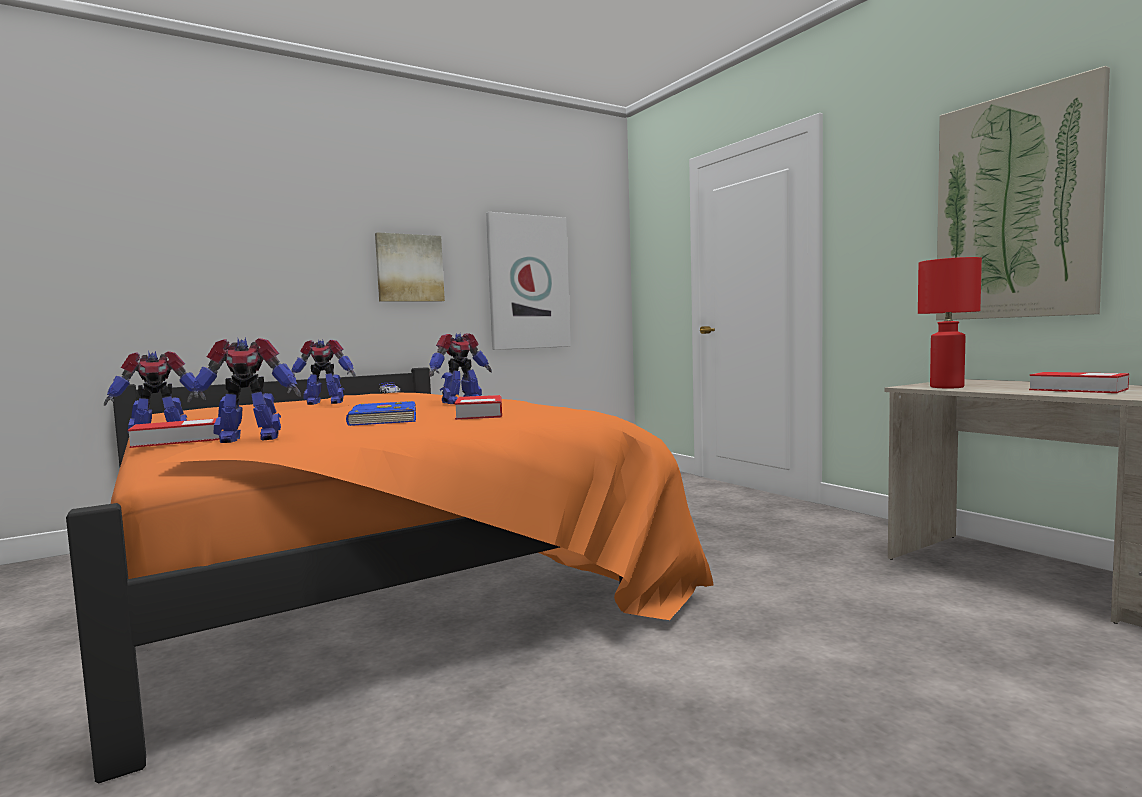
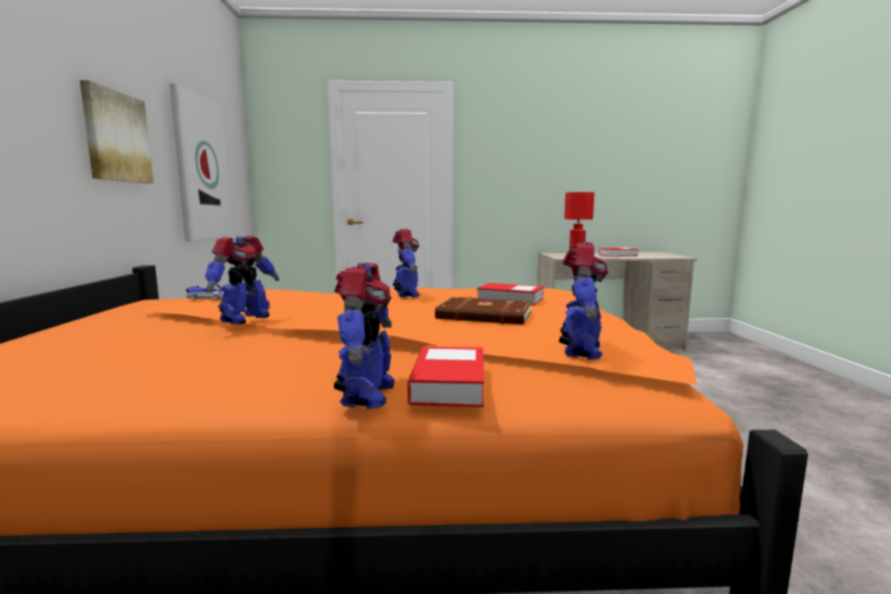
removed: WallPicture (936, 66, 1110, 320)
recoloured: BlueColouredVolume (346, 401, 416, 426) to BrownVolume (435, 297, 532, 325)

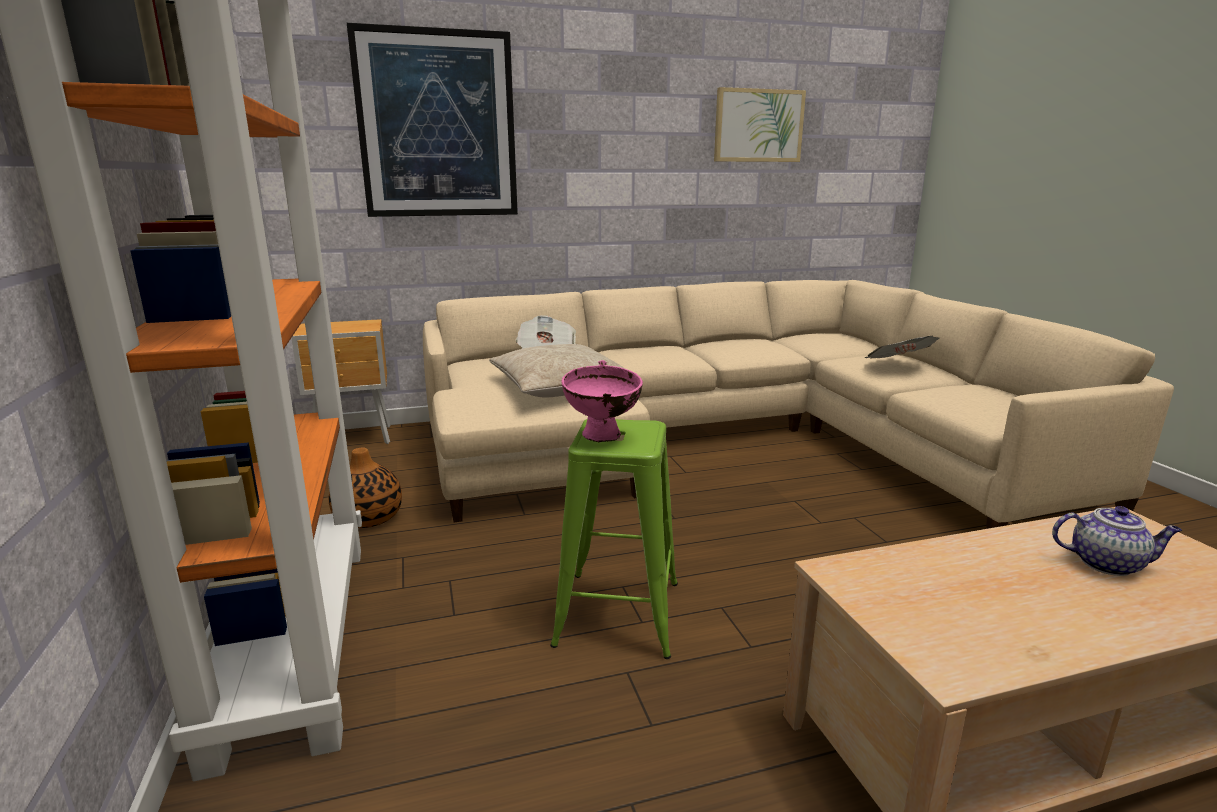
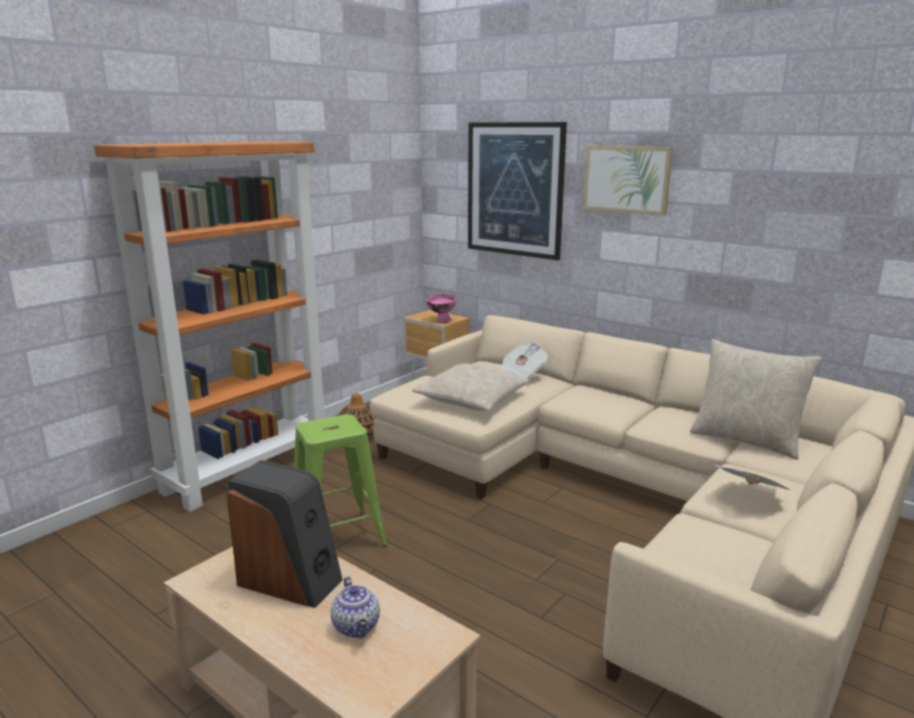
added: SandColouredThrowPillow (690, 339, 822, 460); AudioSpeaker (226, 460, 343, 608)
moved: WallPicture (714, 87, 806, 162) to (583, 146, 673, 215); PinkColouredServingBowl (562, 360, 643, 442) to (426, 293, 457, 323)

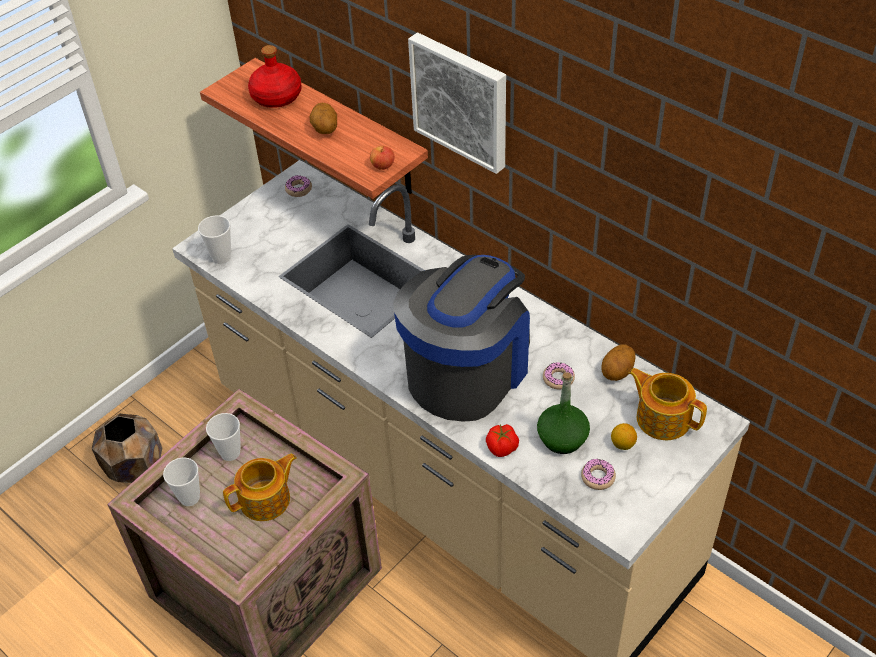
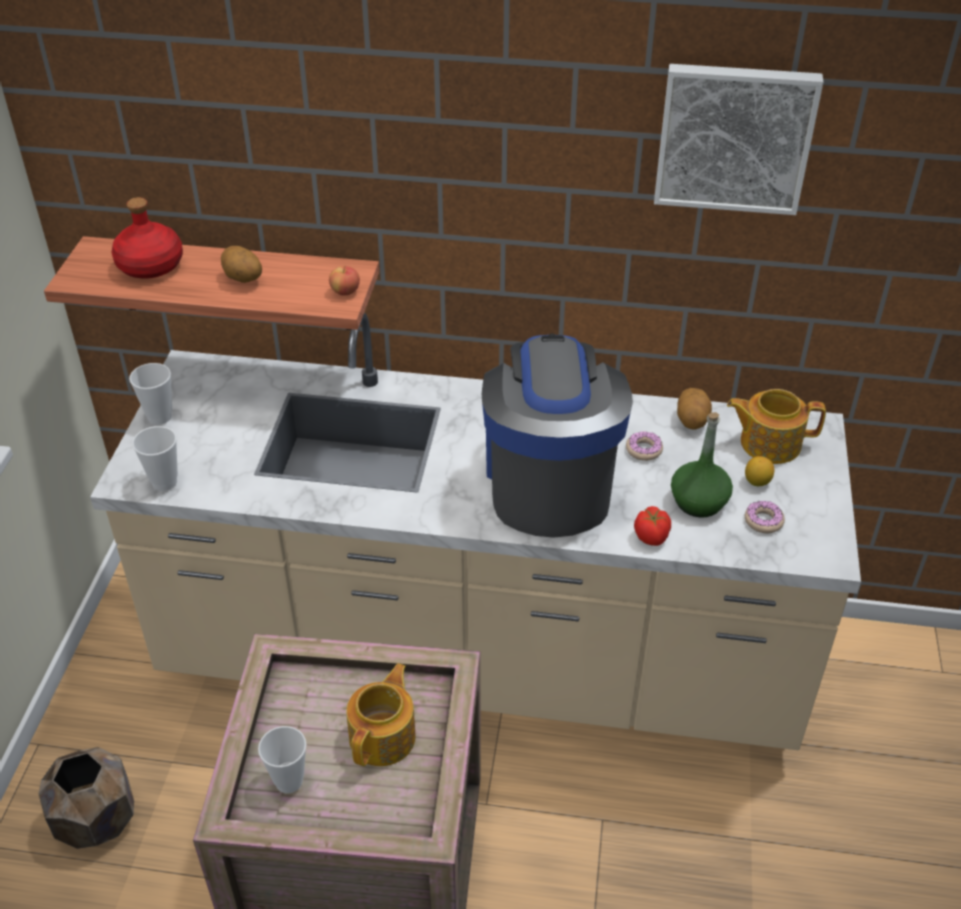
removed: RingDoughnut (285, 175, 312, 197)
moved: WallPicture (408, 32, 506, 174) to (654, 64, 823, 215); SmallCup (206, 413, 241, 461) to (129, 363, 172, 425)

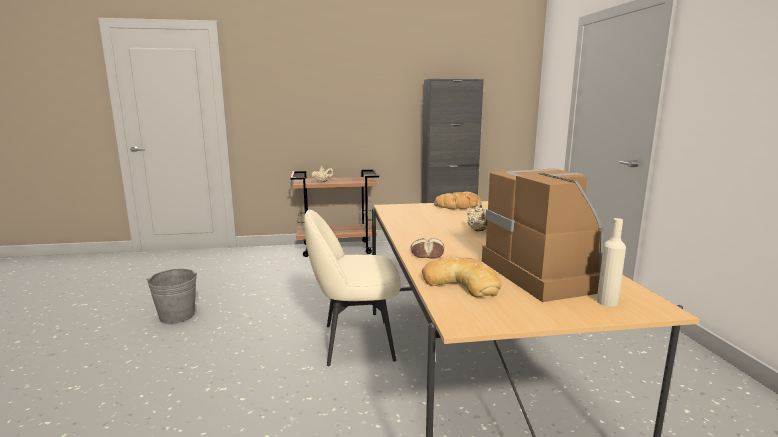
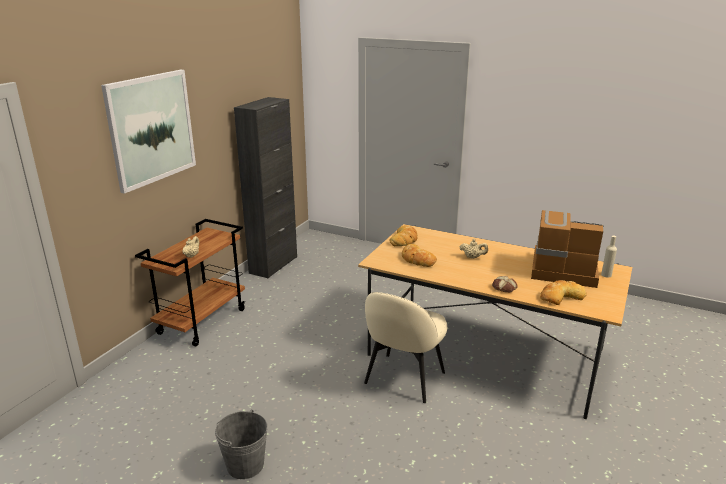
added: WallPicture (101, 70, 196, 194); BakedBread (402, 244, 437, 267)

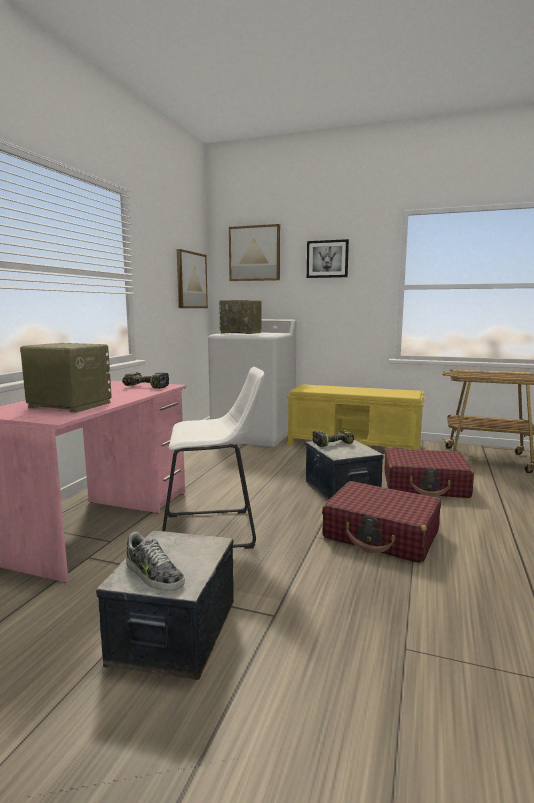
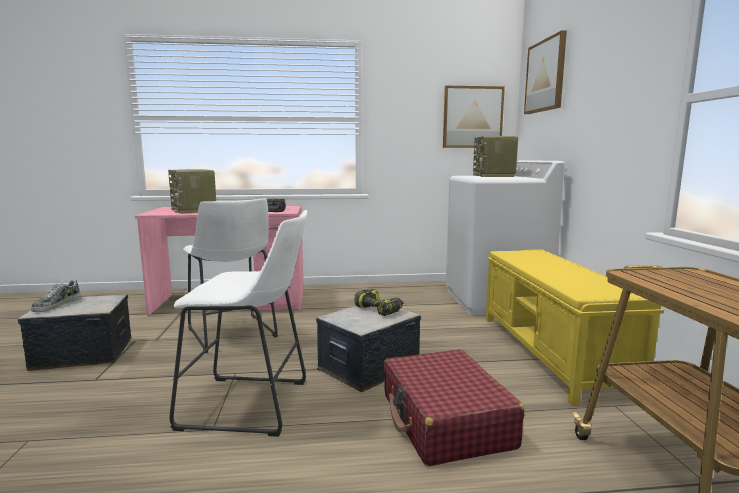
removed: WallPicture (307, 239, 349, 278)
replaced: RedColouredPieceOfLuggage (322, 481, 441, 563) to WhiteStool (170, 210, 307, 437)
turned: RadioSet (20, 343, 112, 412) = (168, 169, 216, 214) 150 degrees clockwise

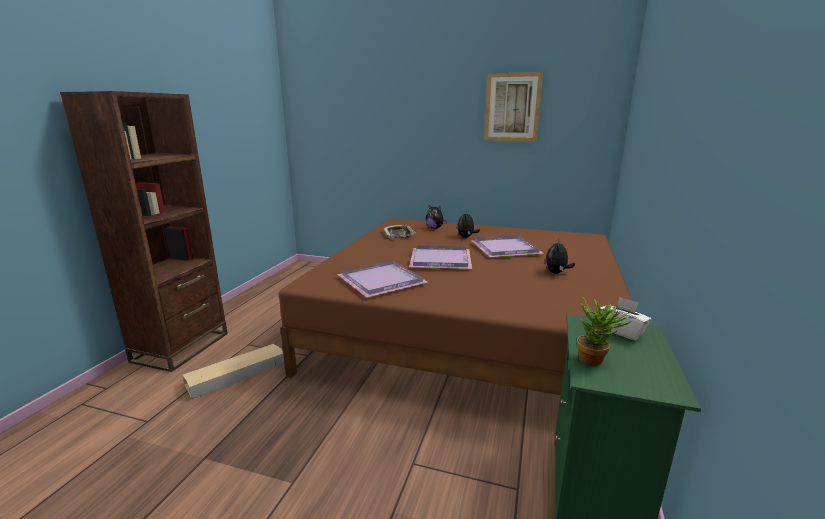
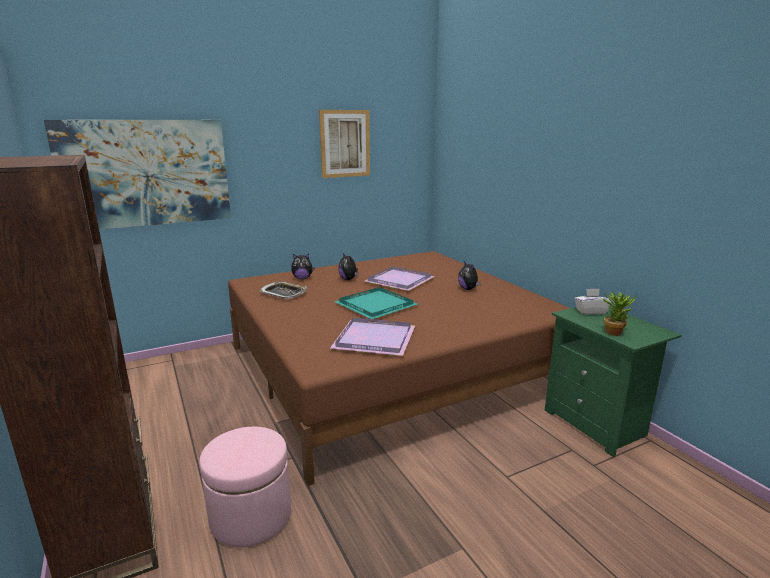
added: WallPicture (44, 120, 231, 230)
replaced: SandColouredStorageBin (182, 344, 284, 399) to PinkColouredFootrest (199, 427, 291, 547)
recoloured: PurplishCarryingTray (409, 245, 472, 270) to TurquoiseColouredCarryingTray (335, 287, 418, 319)

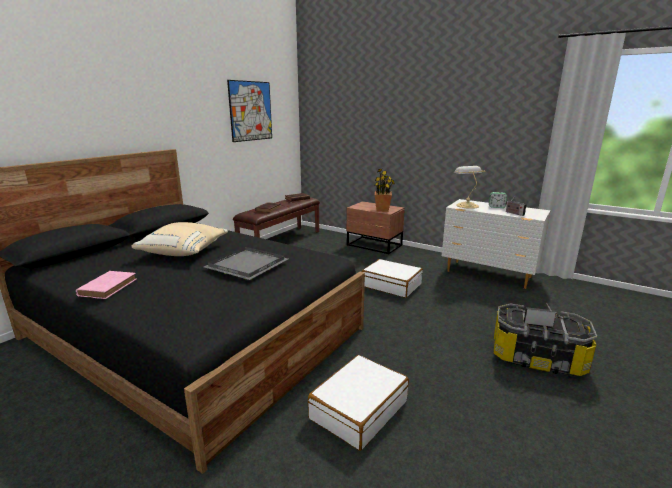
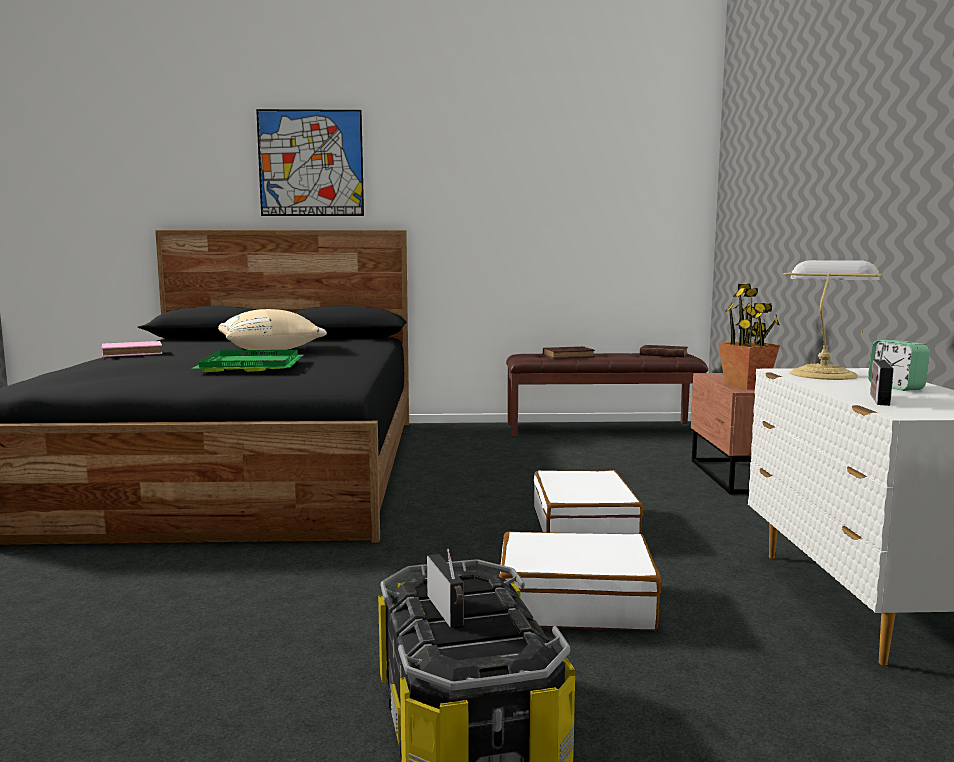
moved: WallPicture (227, 80, 272, 142) to (256, 109, 364, 216); WhitePieceOfLuggage (308, 355, 409, 451) to (500, 531, 661, 631)
recoloured: GrayCarryingTray (204, 247, 288, 280) to GreenishCarryingTray (191, 350, 303, 372)

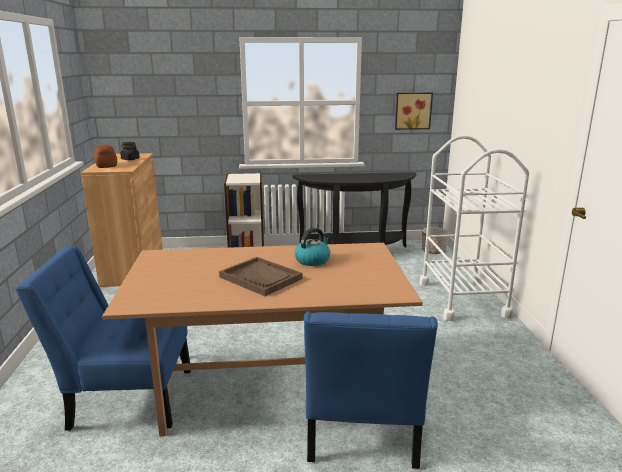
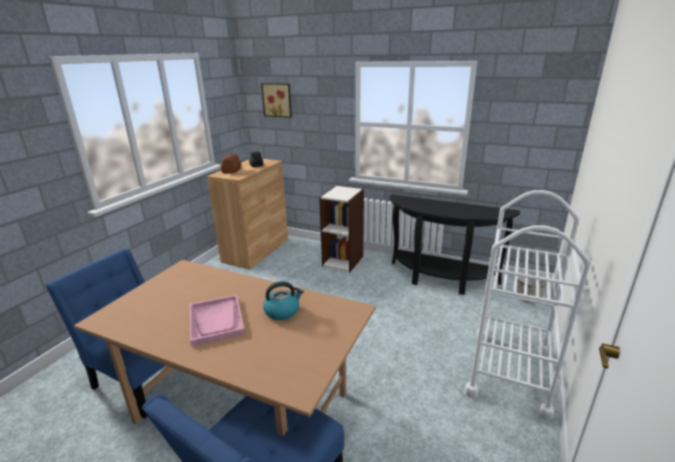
moved: WallPicture (395, 93, 433, 130) to (261, 83, 292, 118)
recoloured: BrownCarryingTray (219, 257, 302, 296) to PinkColouredCarryingTray (189, 295, 245, 346)

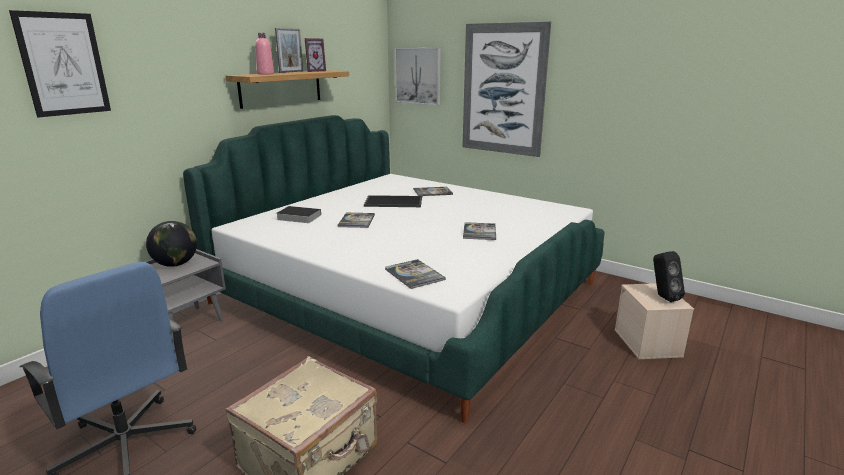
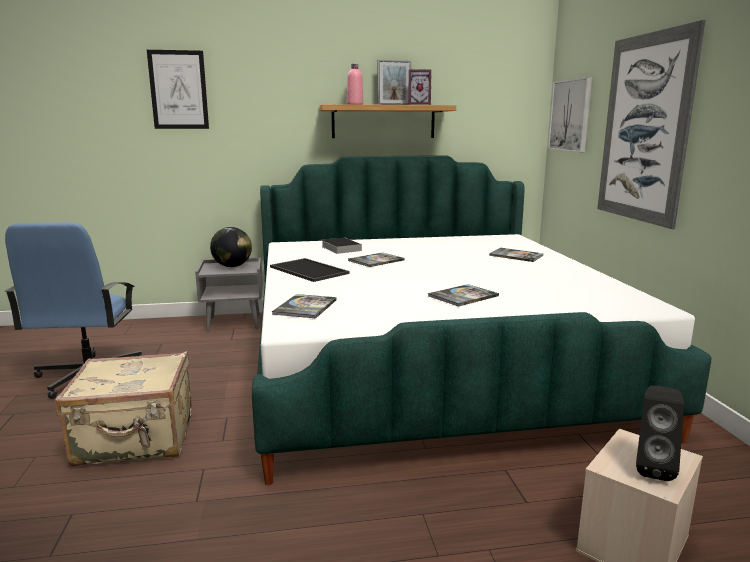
moved: CarryingTray (364, 195, 422, 207) to (270, 258, 350, 282)

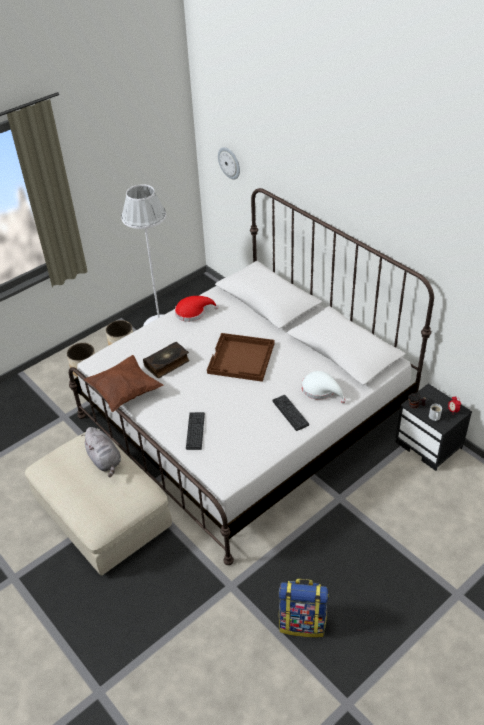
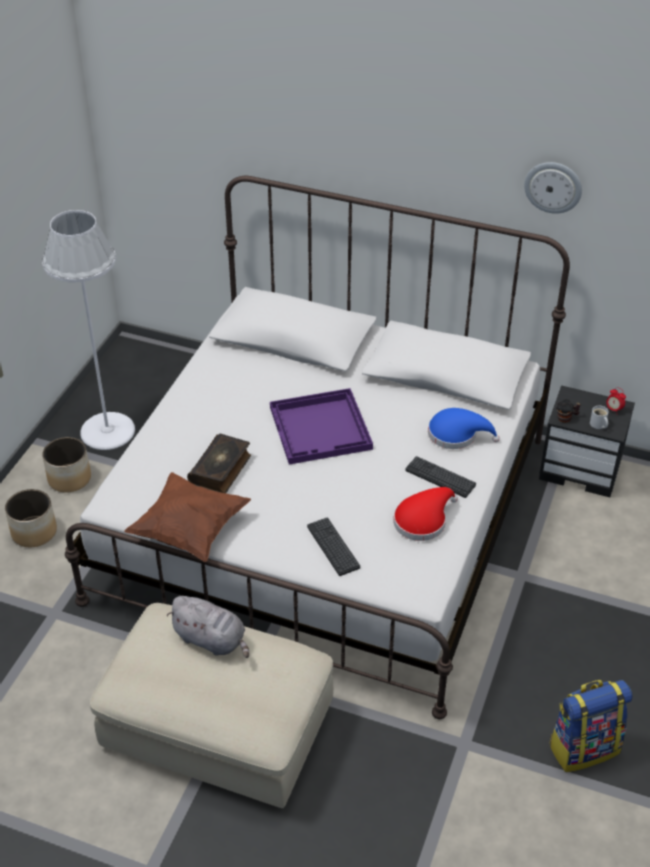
moved: ClockOnTheWall (218, 147, 240, 179) to (524, 162, 582, 214); RedColouredClothingHat (175, 296, 219, 322) to (393, 487, 458, 541)
recoloured: BrownCarryingTray (207, 333, 274, 382) to PurplishCarryingTray (270, 388, 373, 465); WhiteClothingHat (302, 371, 346, 403) to BlueColouredClothingHat (428, 408, 500, 449)

